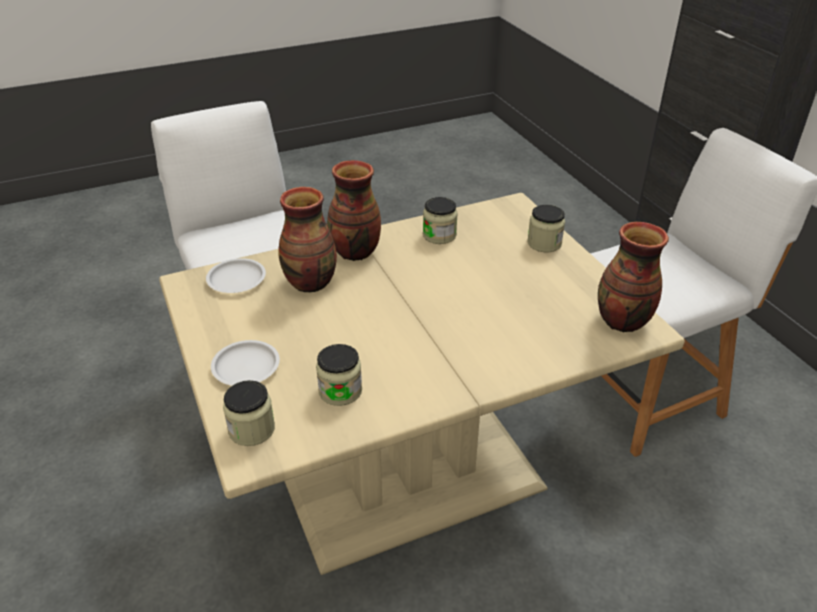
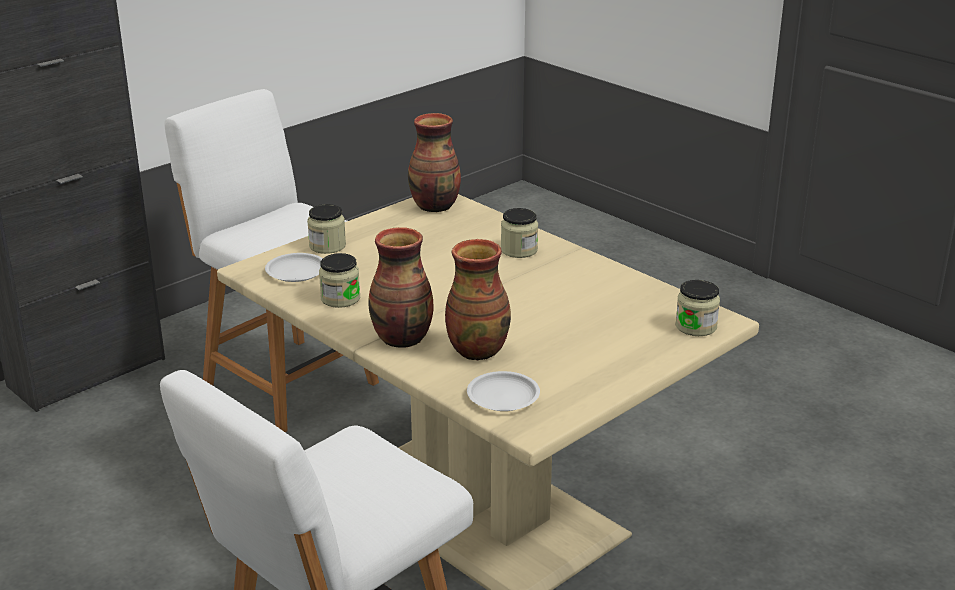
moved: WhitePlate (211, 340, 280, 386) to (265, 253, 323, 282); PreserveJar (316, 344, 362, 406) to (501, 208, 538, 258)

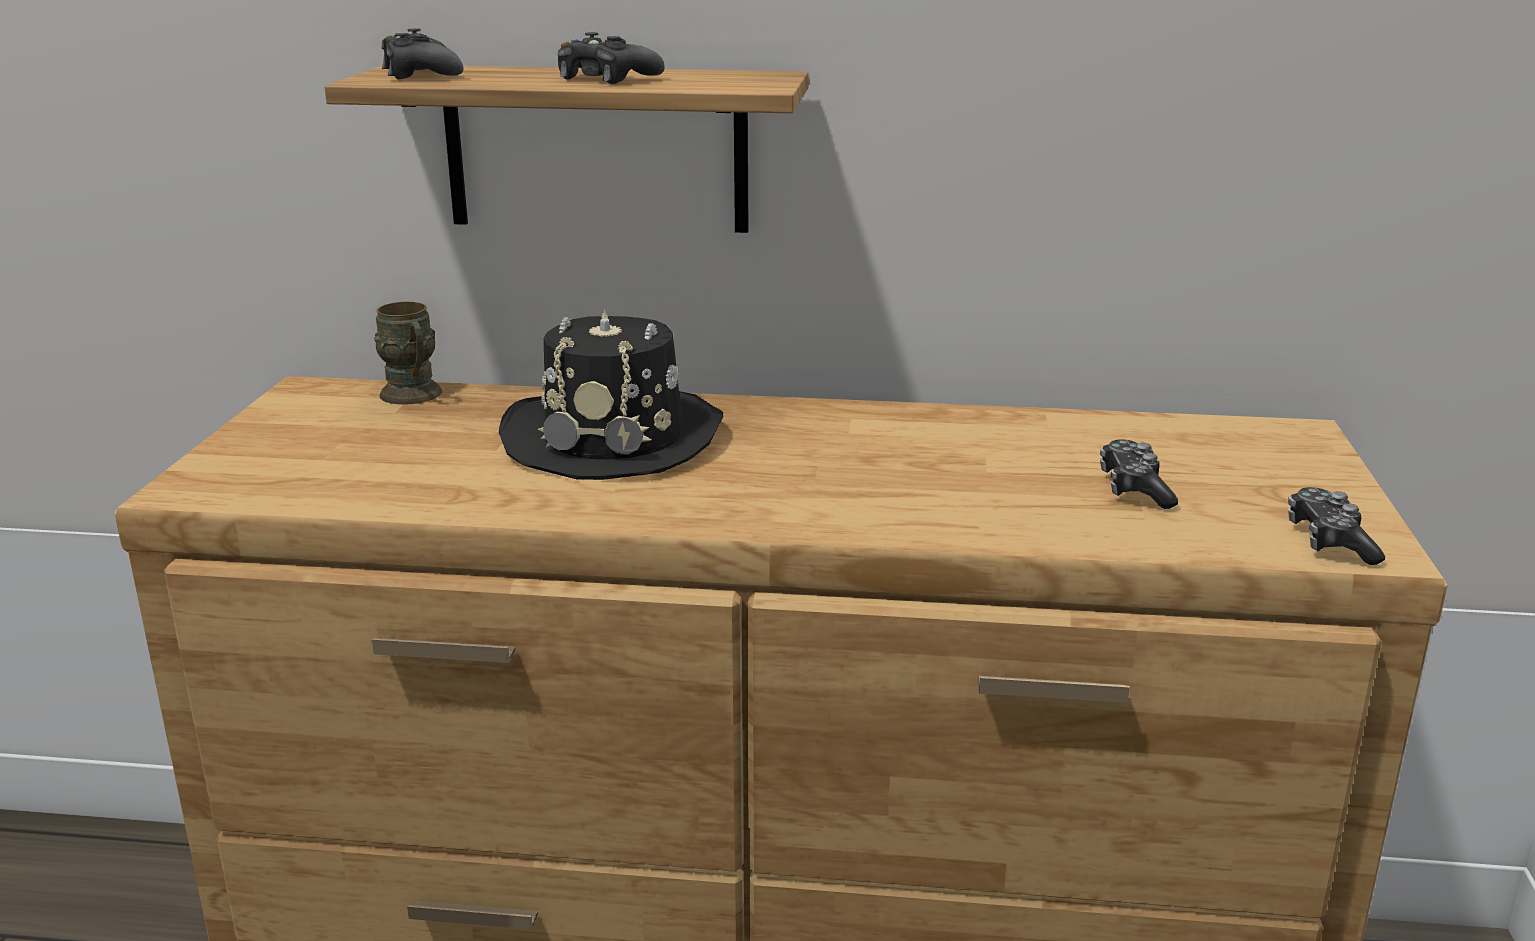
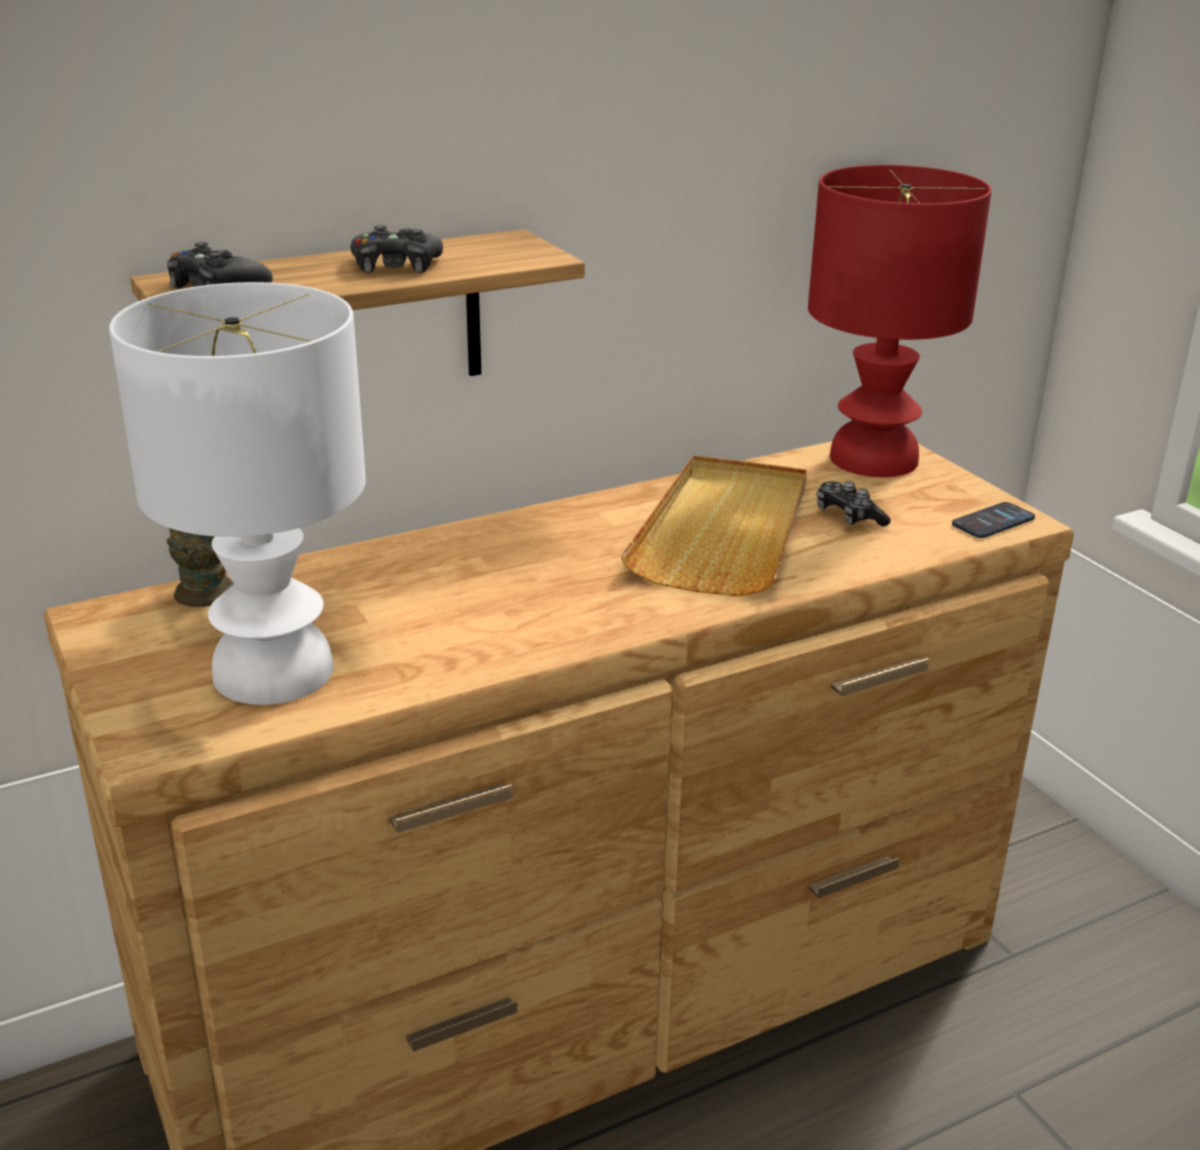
removed: BlackClothingHat (499, 309, 723, 480)
added: RedColouredLampForATable (808, 165, 992, 477); WhiteLampForATable (109, 282, 366, 705); SandColouredCarryingTray (621, 455, 807, 597)
replaced: Gamepad (1288, 487, 1385, 565) to Handset (952, 502, 1035, 538)

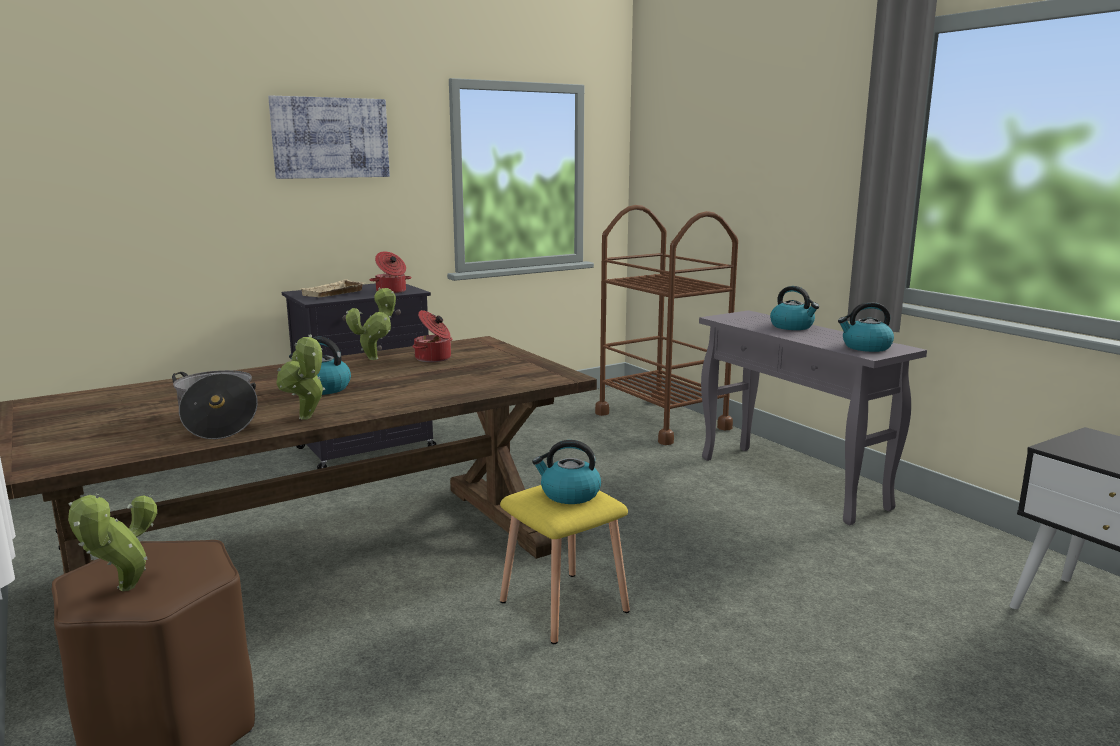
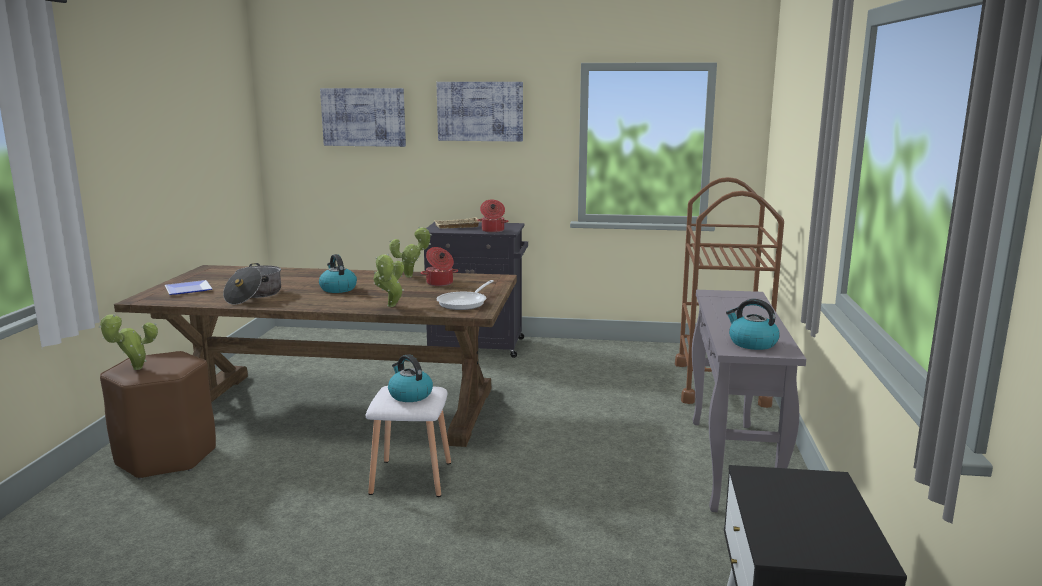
removed: TeaKettle (770, 286, 819, 330)
added: WallPicture (320, 88, 406, 147); Plate (165, 280, 212, 295); Pan (437, 280, 494, 310)
moved: PlantInAPot (276, 334, 326, 420) to (373, 253, 404, 307)
recoloured: YellowishStool (500, 485, 630, 644) to WhiteStool (365, 386, 451, 497)

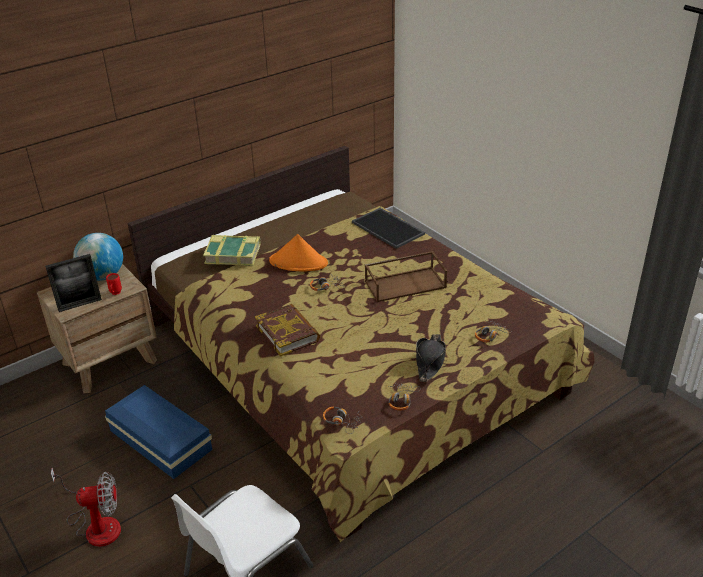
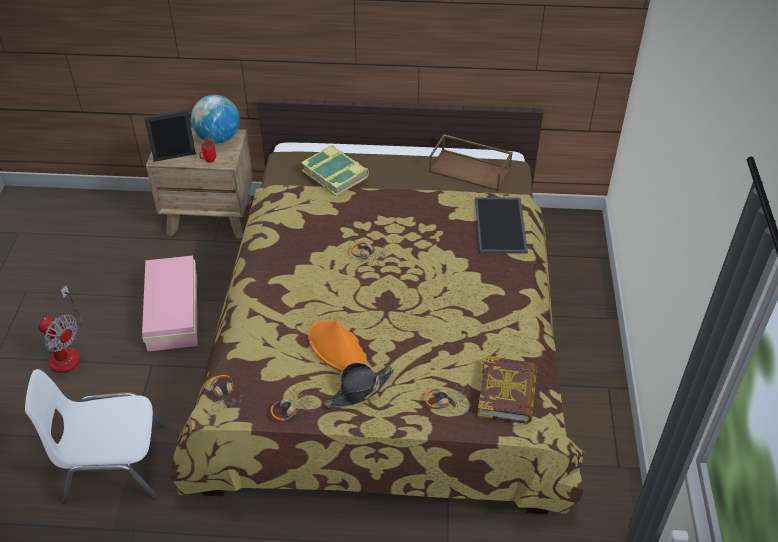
moved: OrangeClothingHat (269, 234, 328, 271) to (308, 320, 367, 372); BrownCarryingTray (365, 251, 447, 302) to (429, 134, 513, 191); Volume (255, 304, 320, 357) to (477, 355, 537, 424)
recoloured: BlueColouredStorageBin (105, 385, 212, 479) to PinkColouredStorageBin (142, 256, 197, 351)
turned: StandingFrame (45, 254, 102, 312) = (144, 109, 196, 162) 150 degrees clockwise

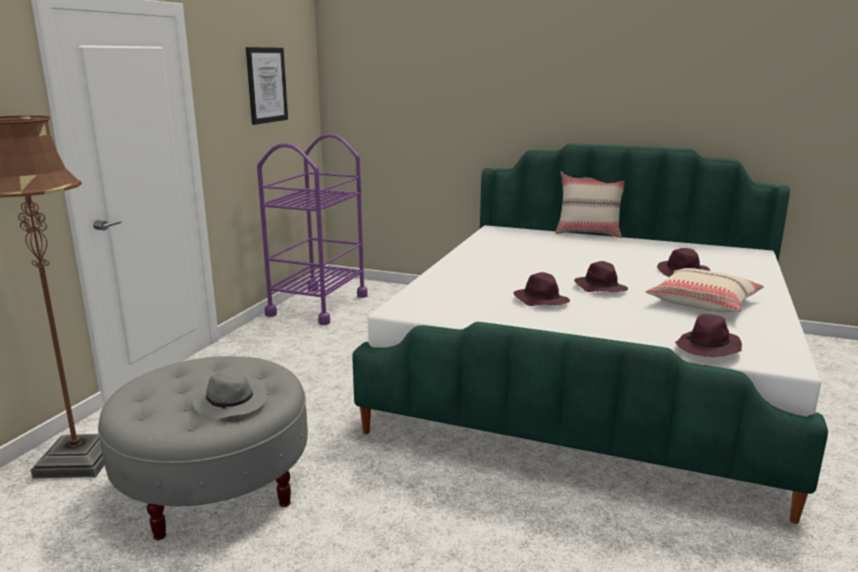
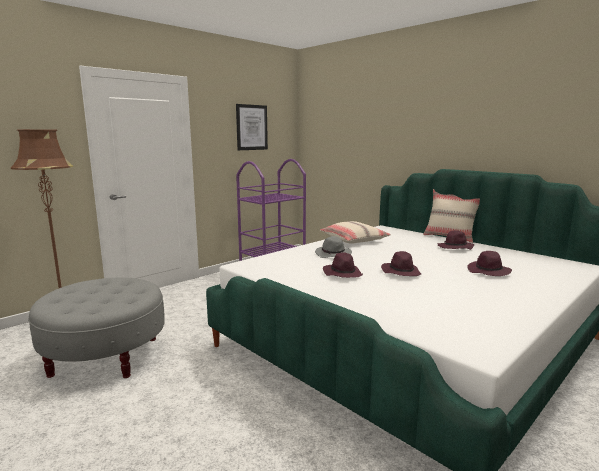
moved: SandColouredThrowPillow (646, 268, 764, 312) to (320, 221, 391, 244); PurplishClothingHat (675, 314, 742, 357) to (438, 230, 474, 250); GrayClothingHat (193, 369, 267, 420) to (315, 236, 352, 258)

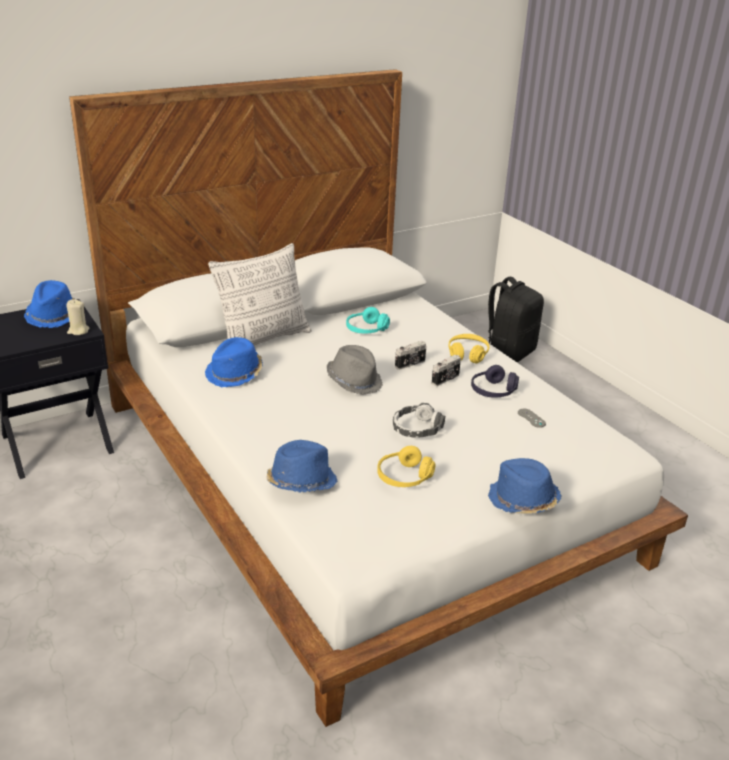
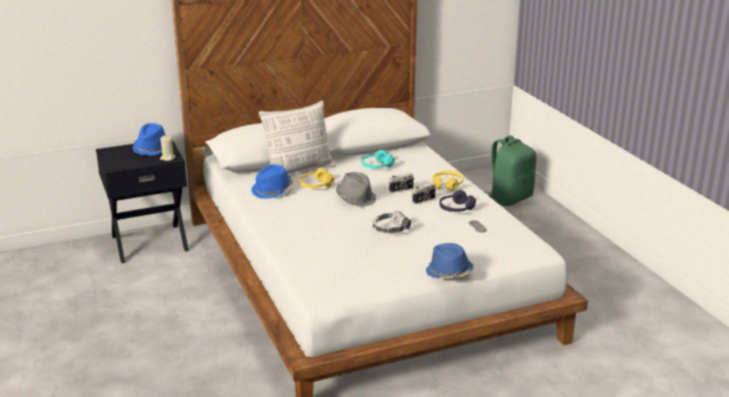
removed: BlueColouredClothingHat (267, 440, 337, 493)
moved: YellowishHeadphones (377, 446, 435, 487) to (299, 168, 334, 188)
recoloured: BlackKnapsack (488, 277, 544, 362) to GreenishKnapsack (484, 135, 537, 206)

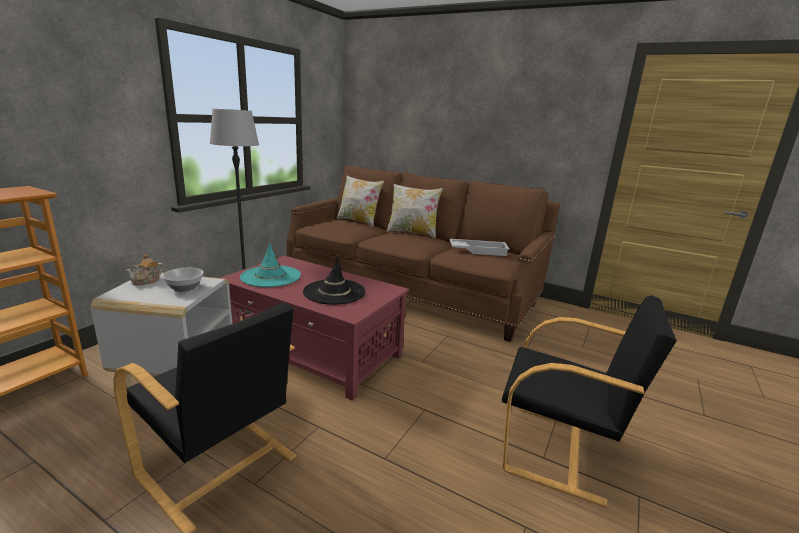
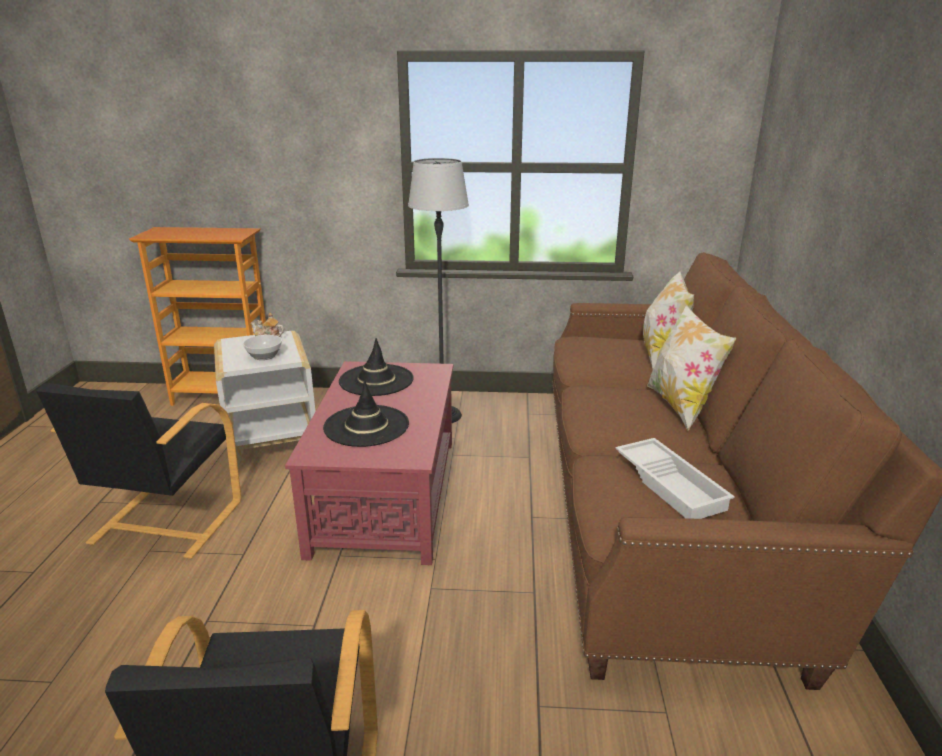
recoloured: TurquoiseColouredClothingHat (240, 242, 301, 287) to BlackClothingHat (339, 338, 414, 396)

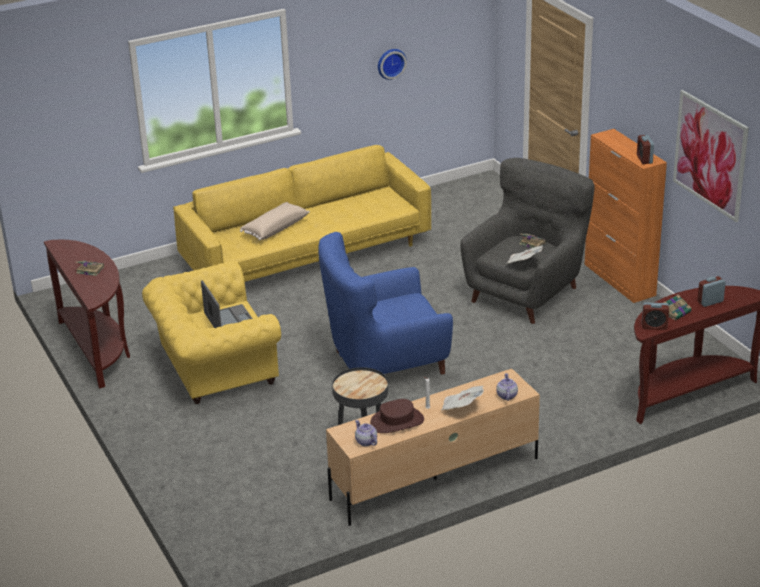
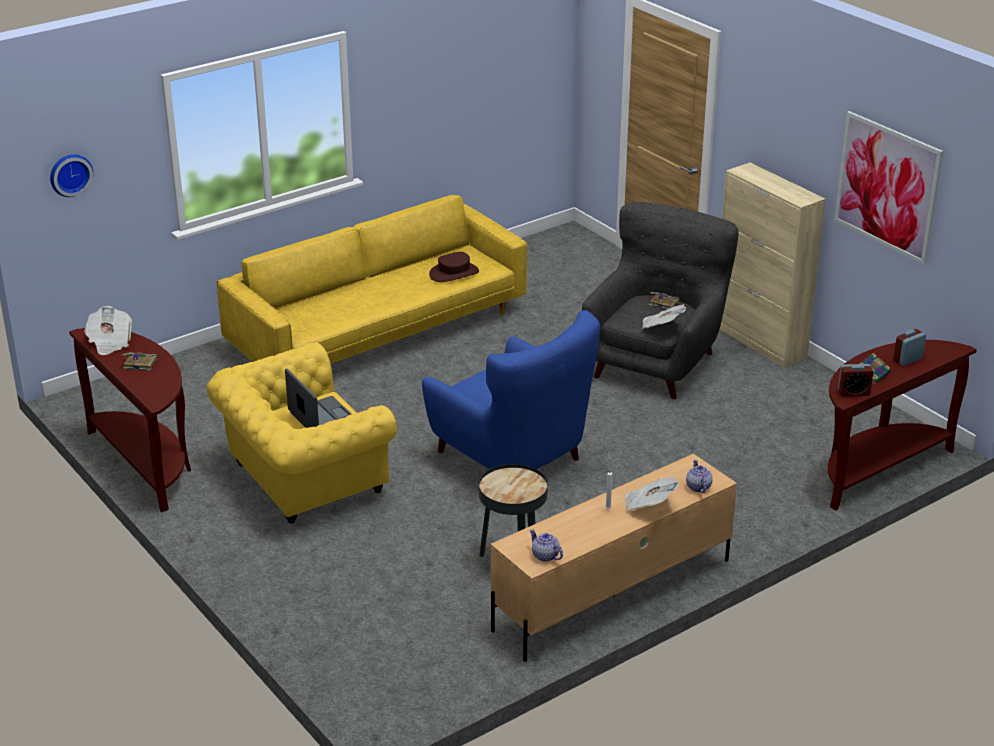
removed: BedsideClock (637, 135, 654, 164); SandColouredThrowPillow (240, 202, 310, 240)
added: DailyPaper (84, 306, 132, 355)
moved: ClockOnTheWall (378, 49, 407, 80) to (50, 154, 93, 197); BrownClothingHat (370, 399, 424, 433) to (429, 252, 479, 282)
recoloured: OrangeCupboard (584, 129, 667, 303) to SandColouredCupboard (719, 163, 826, 368)
turned: BlueColouredEasyChair (318, 232, 453, 375) = (422, 310, 600, 469) 105 degrees counterclockwise

